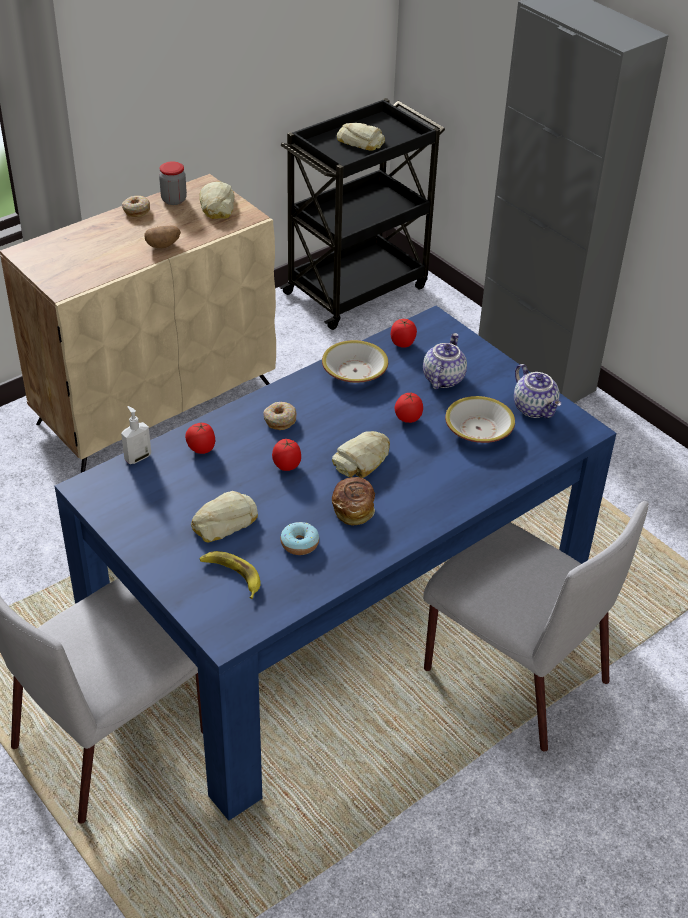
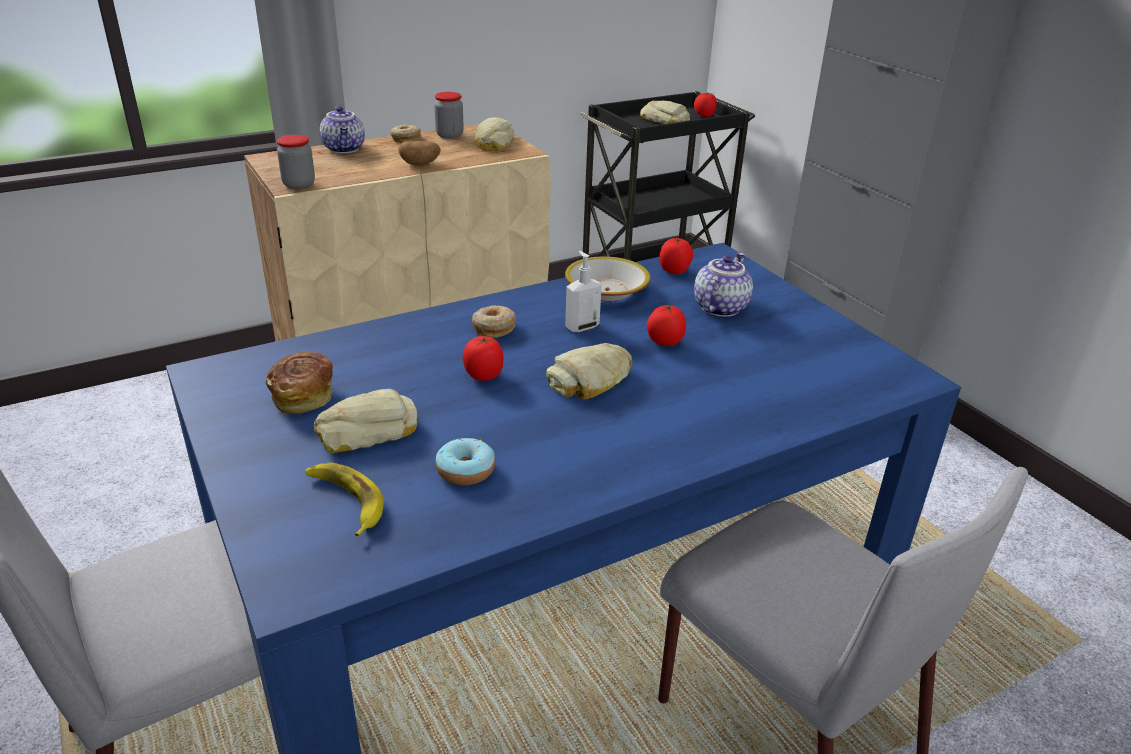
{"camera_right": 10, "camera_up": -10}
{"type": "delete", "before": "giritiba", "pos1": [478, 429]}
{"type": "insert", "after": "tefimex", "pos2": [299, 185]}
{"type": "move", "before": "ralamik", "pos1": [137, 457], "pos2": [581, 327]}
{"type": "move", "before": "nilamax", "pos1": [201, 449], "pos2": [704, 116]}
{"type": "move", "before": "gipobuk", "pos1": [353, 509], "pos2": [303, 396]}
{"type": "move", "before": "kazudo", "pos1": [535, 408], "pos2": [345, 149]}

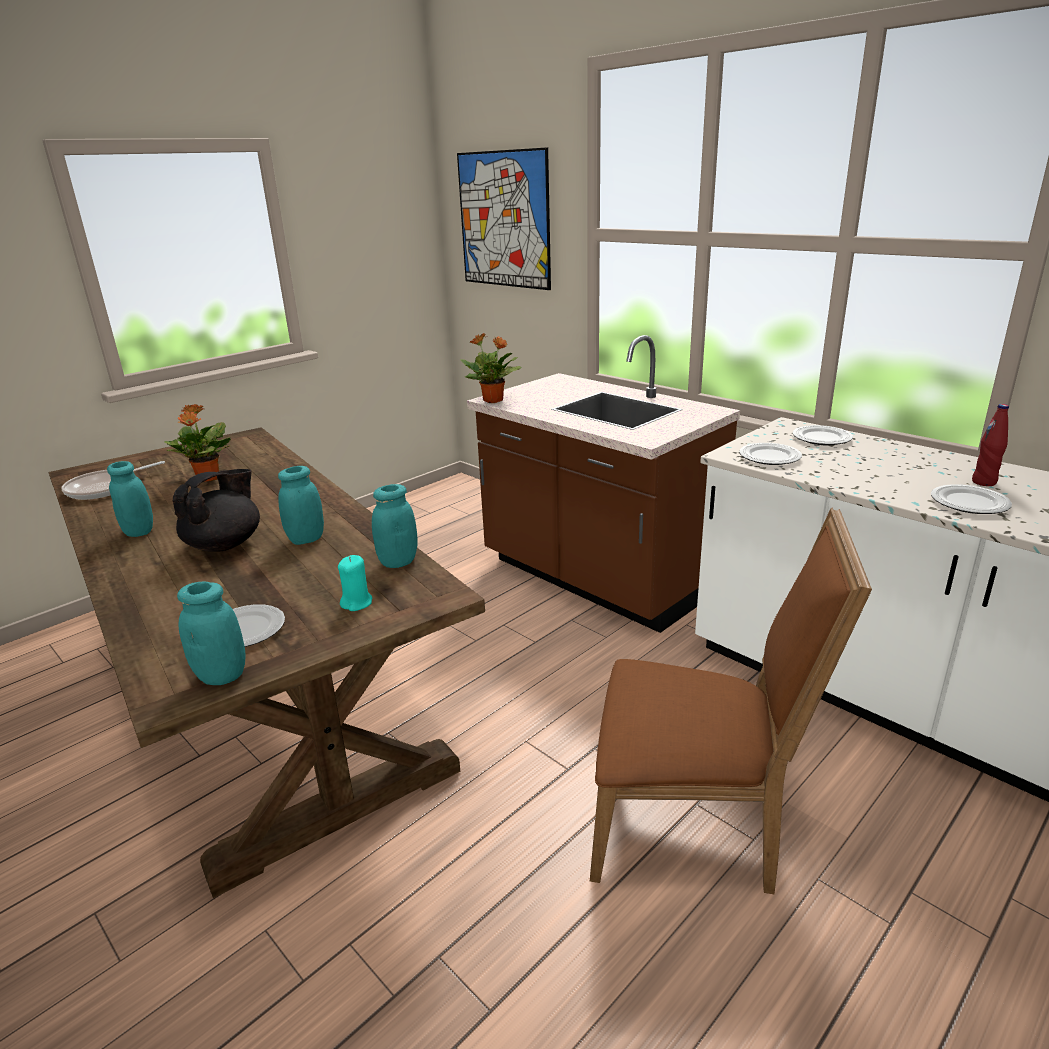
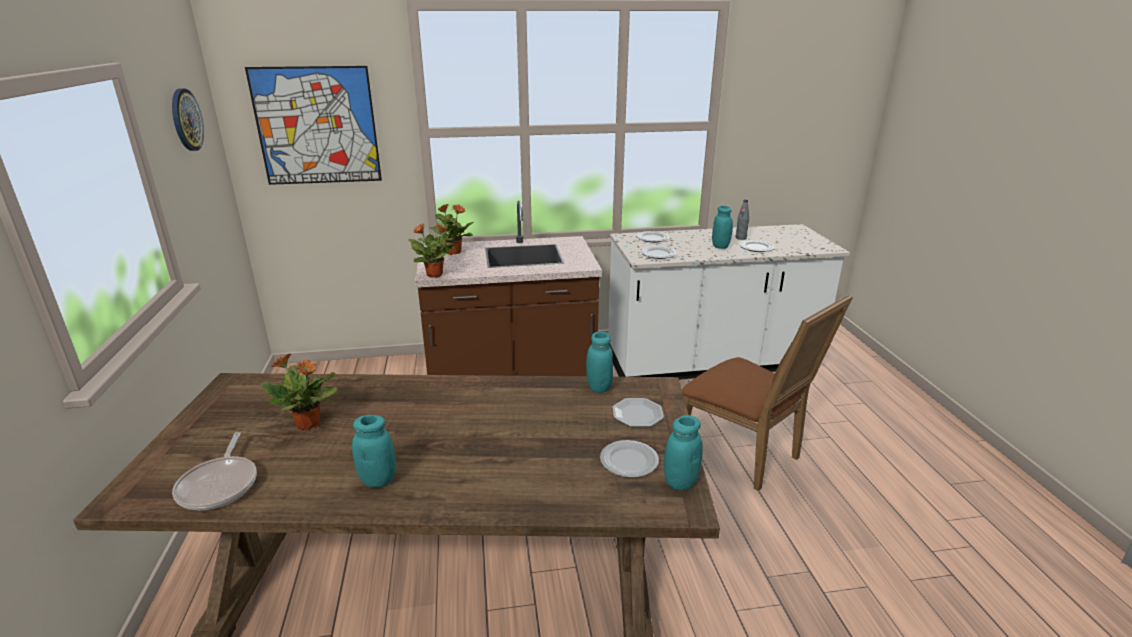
{"camera_right": -55, "camera_up": 0}
{"type": "delete", "before": "black_kazudo", "pos1": [225, 544]}
{"type": "insert", "after": "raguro", "pos2": [186, 120]}
{"type": "insert", "after": "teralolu", "pos2": [453, 252]}
{"type": "move", "before": "turquoise_tefimex", "pos1": [306, 539], "pos2": [720, 246]}
{"type": "replace", "before": "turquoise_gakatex", "after": "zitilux", "pos1": [357, 603], "pos2": [638, 414]}
{"type": "recolor", "before": "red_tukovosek", "after": "grey_tukovosek", "pos1": [984, 482], "pos2": [740, 238]}
{"type": "rotate", "before": "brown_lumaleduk", "pos1": [695, 826], "pos2": [744, 455], "turn": 90}

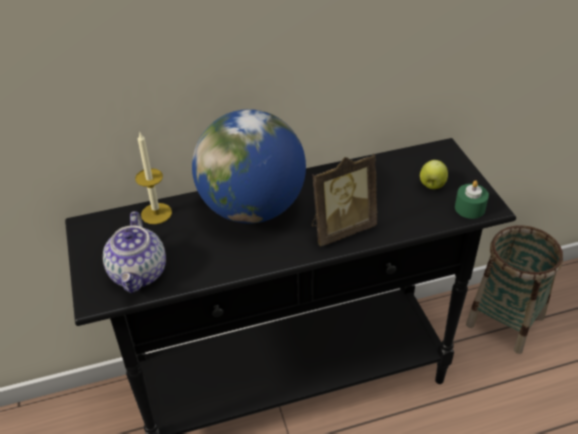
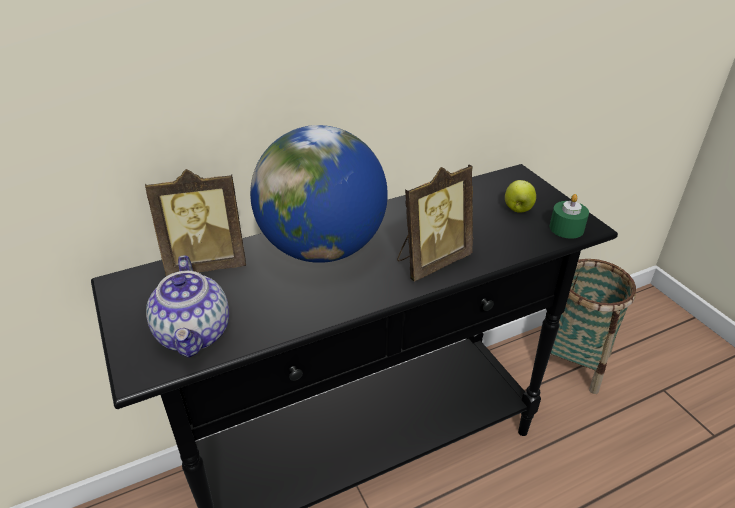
{"camera_right": -10, "camera_up": -5}
{"type": "replace", "before": "gakatex", "after": "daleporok", "pos1": [156, 213], "pos2": [207, 263]}

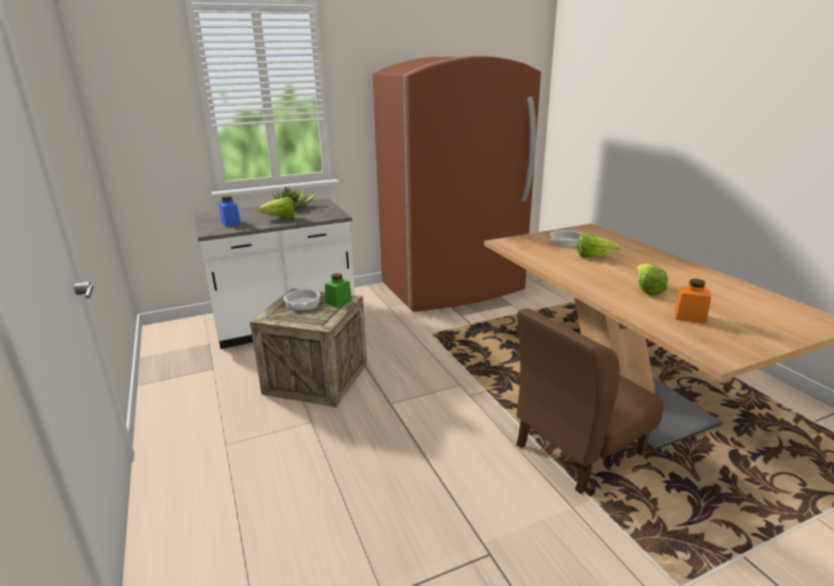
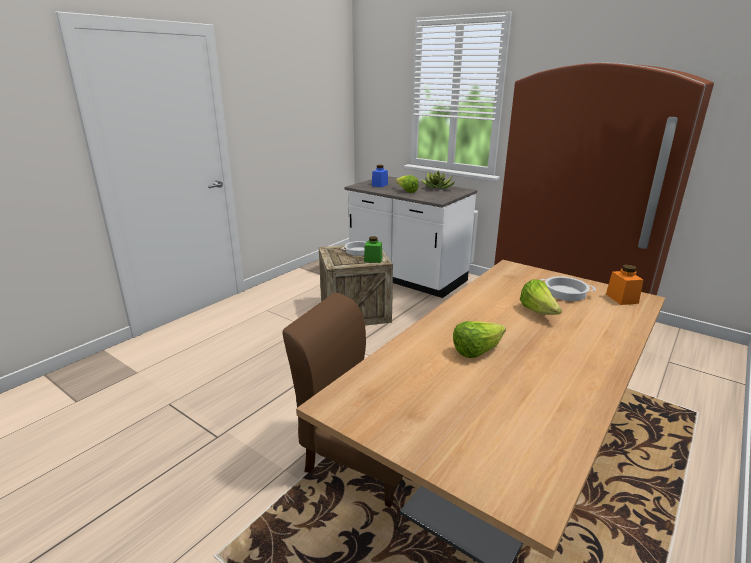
{"camera_right": 60, "camera_up": 0}
{"type": "move", "before": "orange_tefimex", "pos1": [689, 317], "pos2": [621, 298]}

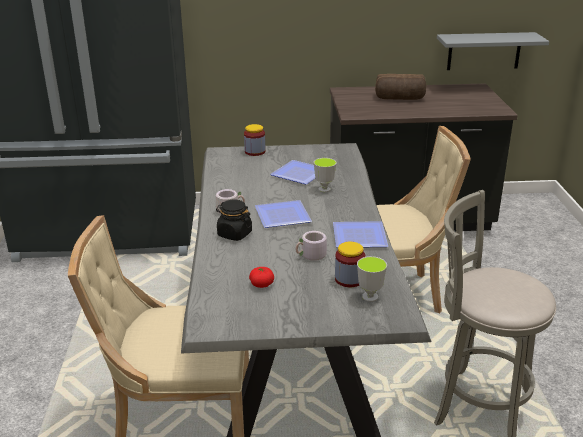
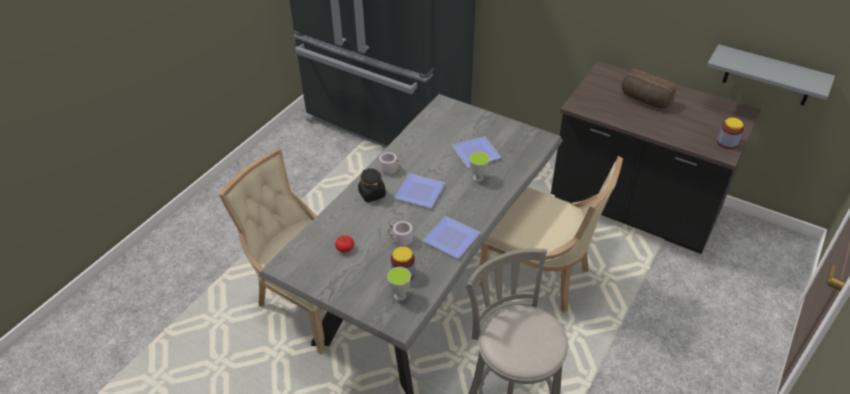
{"camera_right": 35, "camera_up": 15}
{"type": "move", "before": "tefimex", "pos1": [255, 152], "pos2": [727, 143]}

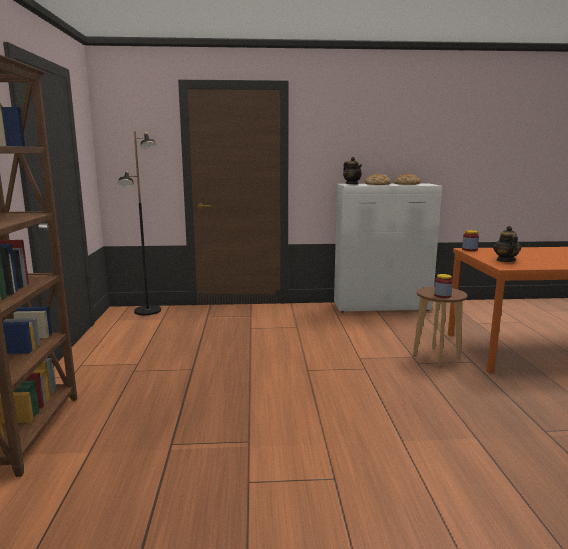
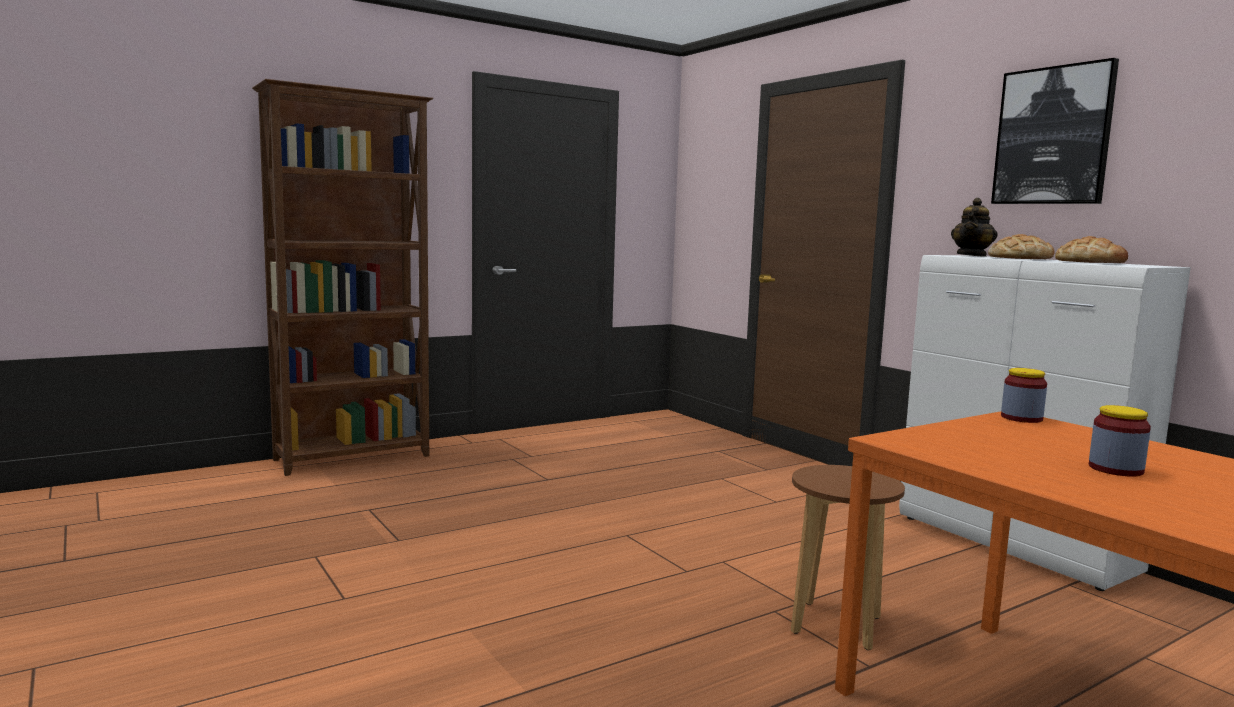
{"camera_right": 60, "camera_up": -5}
{"type": "delete", "before": "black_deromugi", "pos1": [148, 311]}
{"type": "delete", "before": "kazudo", "pos1": [505, 260]}
{"type": "insert", "after": "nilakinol", "pos2": [1053, 136]}
{"type": "move", "before": "tefimex", "pos1": [442, 295], "pos2": [1115, 469]}

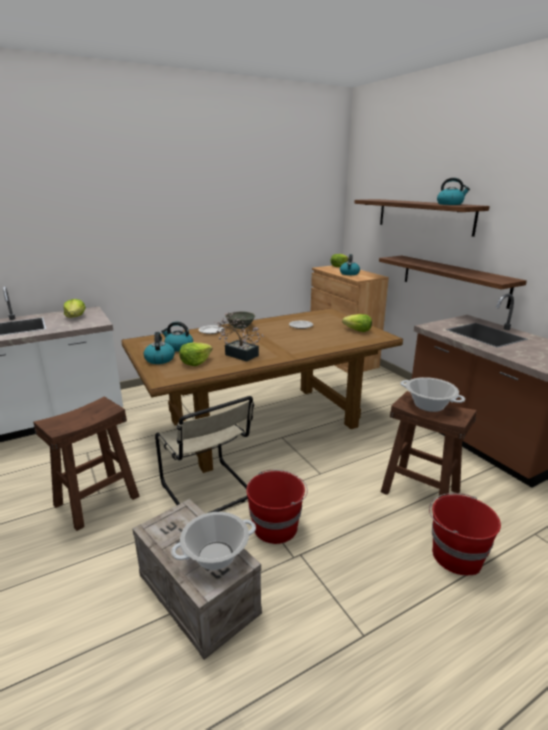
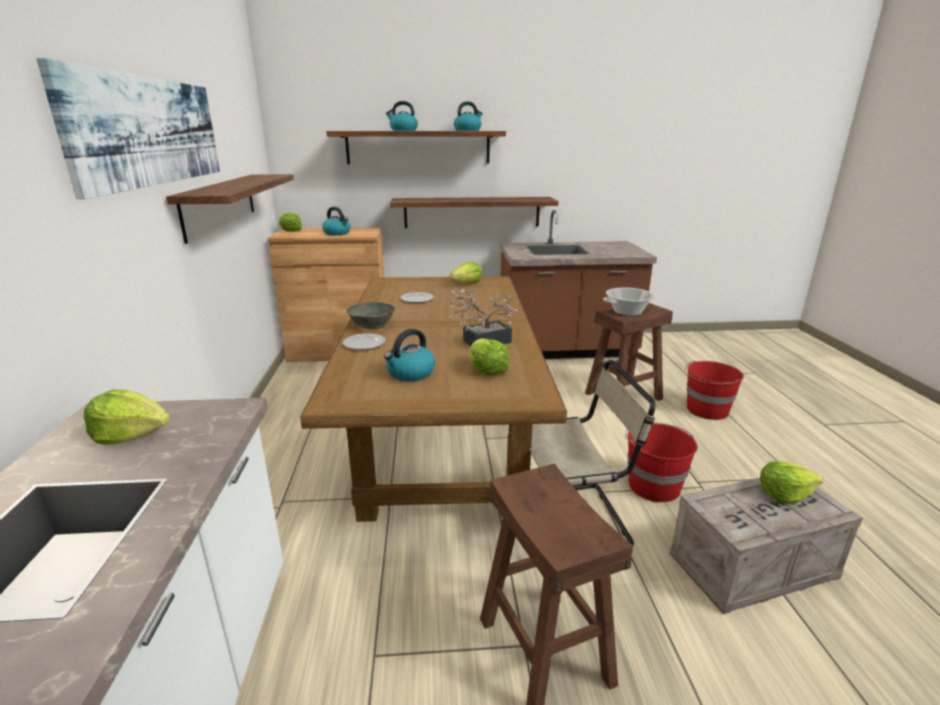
{"camera_right": -65, "camera_up": 0}
{"type": "insert", "after": "nilakinol", "pos2": [151, 131]}
{"type": "insert", "after": "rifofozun", "pos2": [220, 204]}
{"type": "move", "before": "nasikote", "pos1": [159, 359], "pos2": [403, 130]}
{"type": "replace", "before": "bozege", "after": "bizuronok", "pos1": [215, 555], "pos2": [784, 494]}

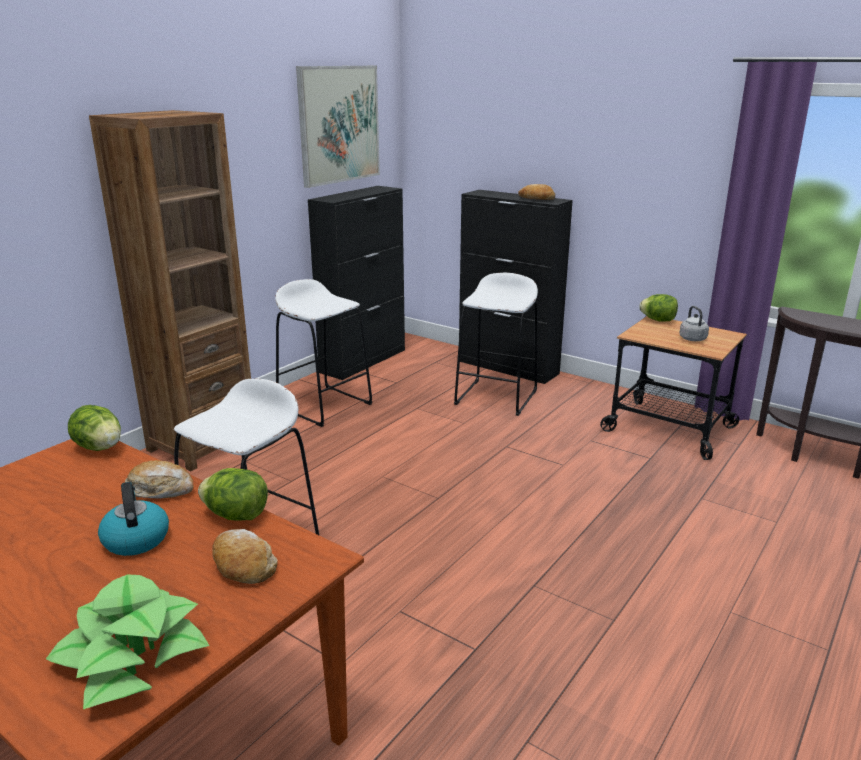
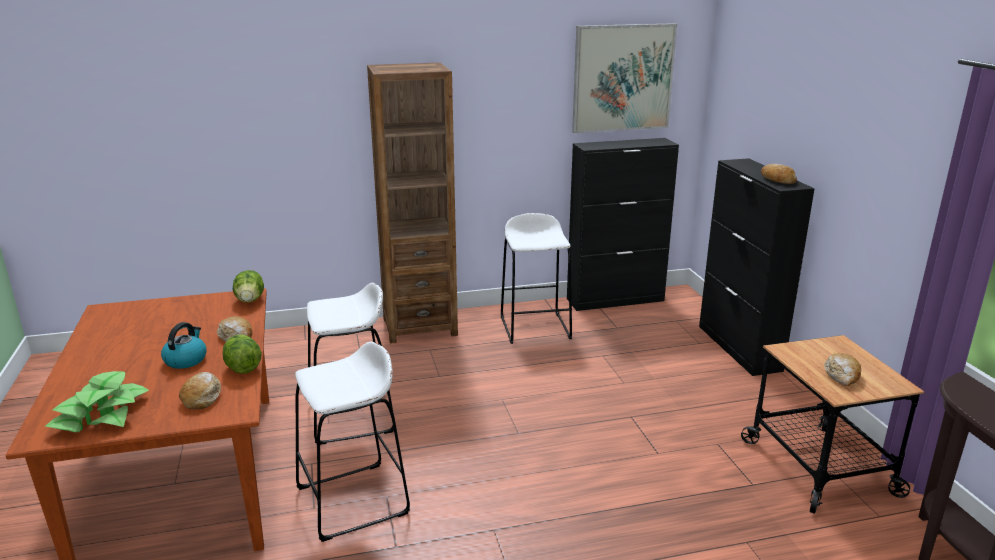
{"camera_right": 40, "camera_up": 0}
{"type": "delete", "before": "bizuronok", "pos1": [658, 320]}
{"type": "move", "before": "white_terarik", "pos1": [496, 397], "pos2": [353, 501]}
{"type": "replace", "before": "grey_nasikote", "after": "gipobuk", "pos1": [693, 339], "pos2": [842, 375]}

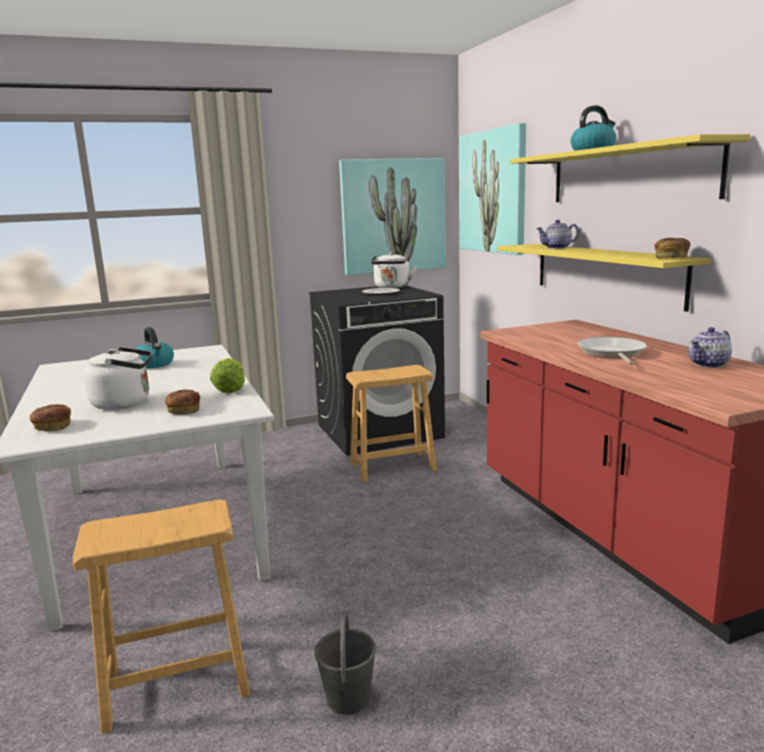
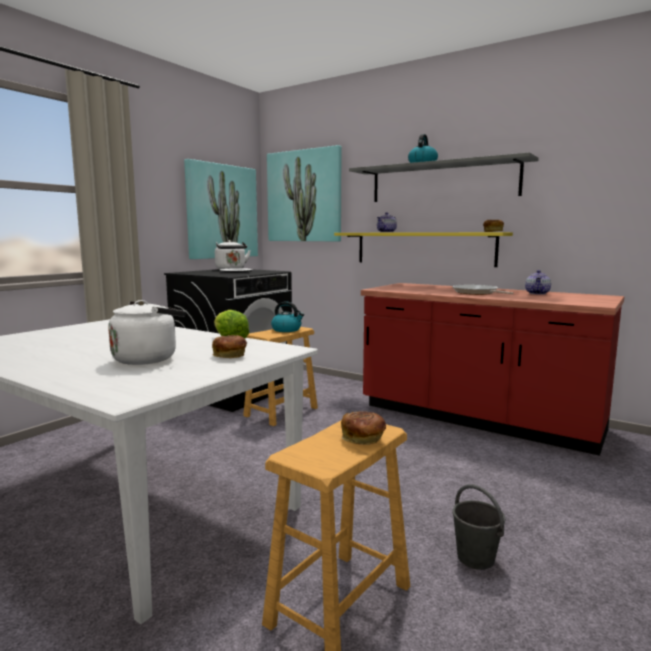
{"camera_right": -35, "camera_up": -5}
{"type": "move", "before": "gipobuk", "pos1": [52, 427], "pos2": [363, 439]}
{"type": "move", "before": "nasikote", "pos1": [154, 364], "pos2": [287, 330]}
{"type": "recolor", "before": "yellow_rifofozun", "after": "grey_rifofozun", "pos1": [628, 175], "pos2": [442, 182]}

